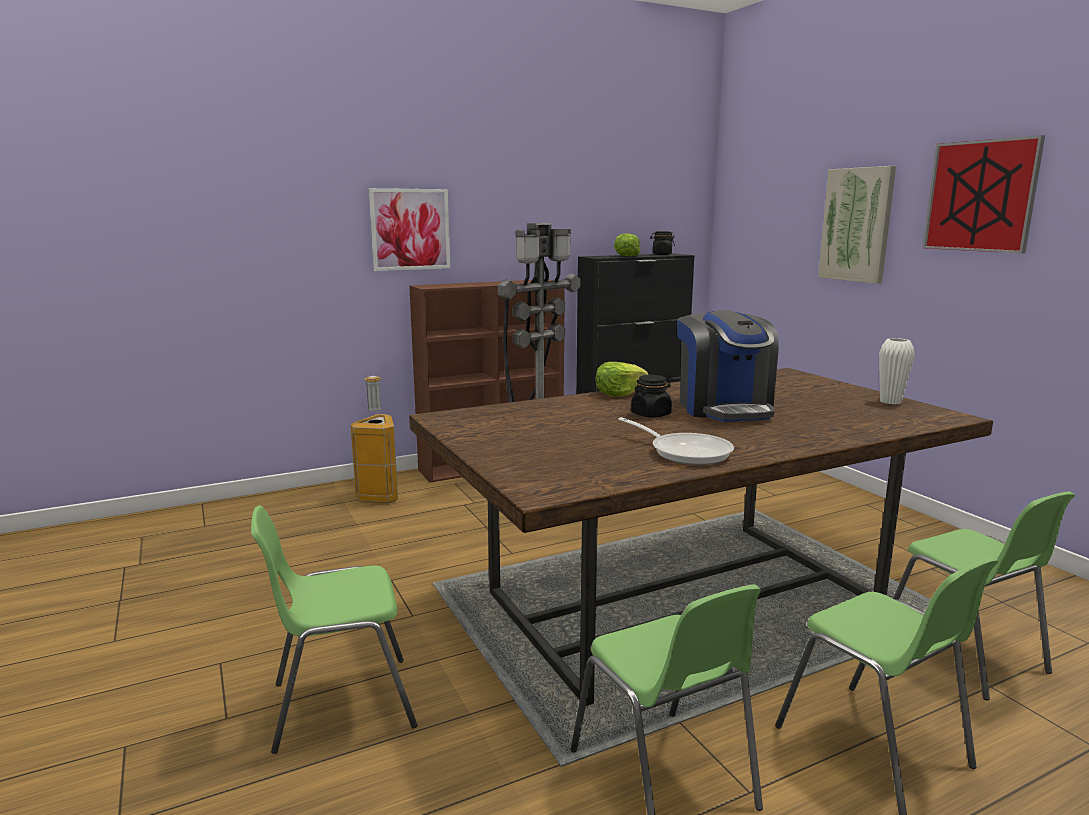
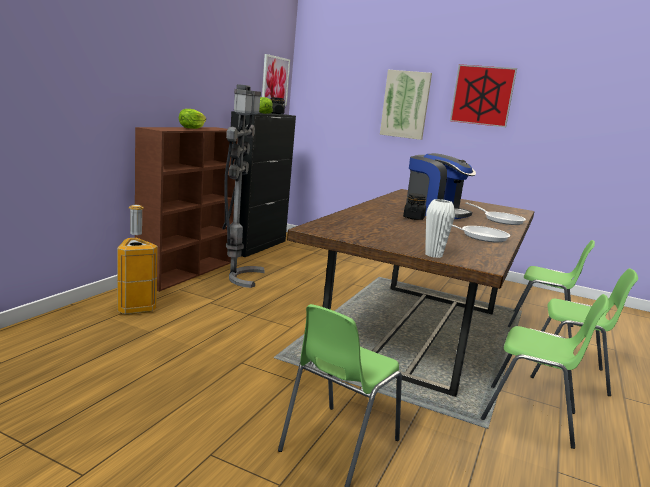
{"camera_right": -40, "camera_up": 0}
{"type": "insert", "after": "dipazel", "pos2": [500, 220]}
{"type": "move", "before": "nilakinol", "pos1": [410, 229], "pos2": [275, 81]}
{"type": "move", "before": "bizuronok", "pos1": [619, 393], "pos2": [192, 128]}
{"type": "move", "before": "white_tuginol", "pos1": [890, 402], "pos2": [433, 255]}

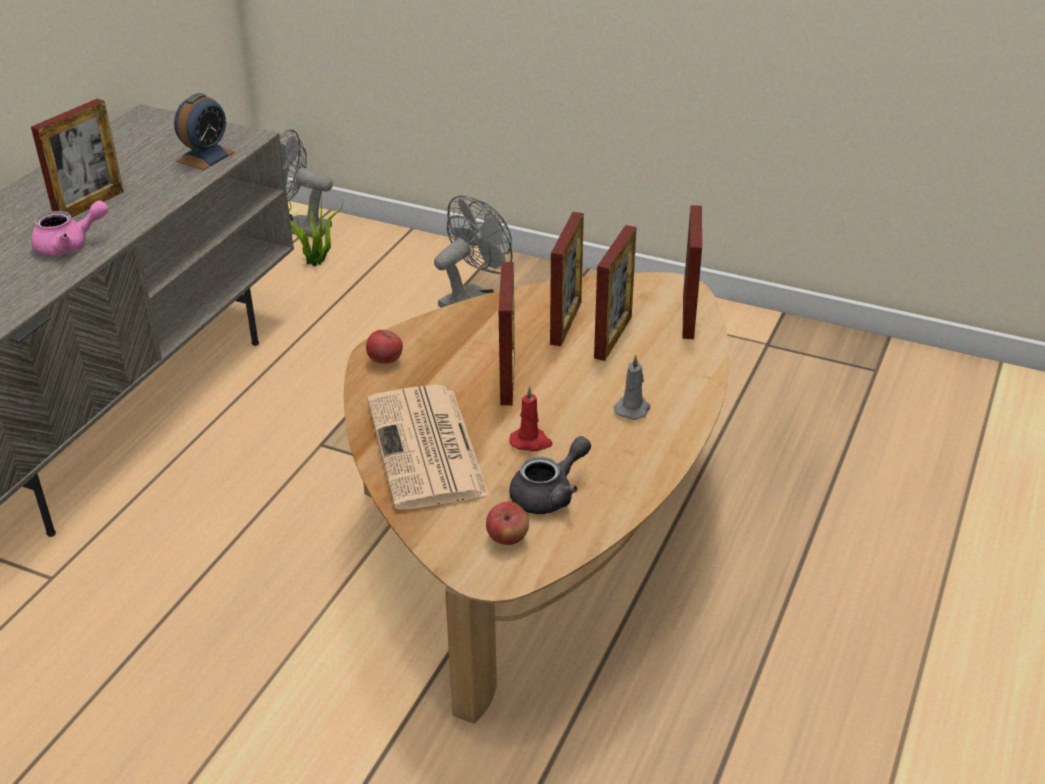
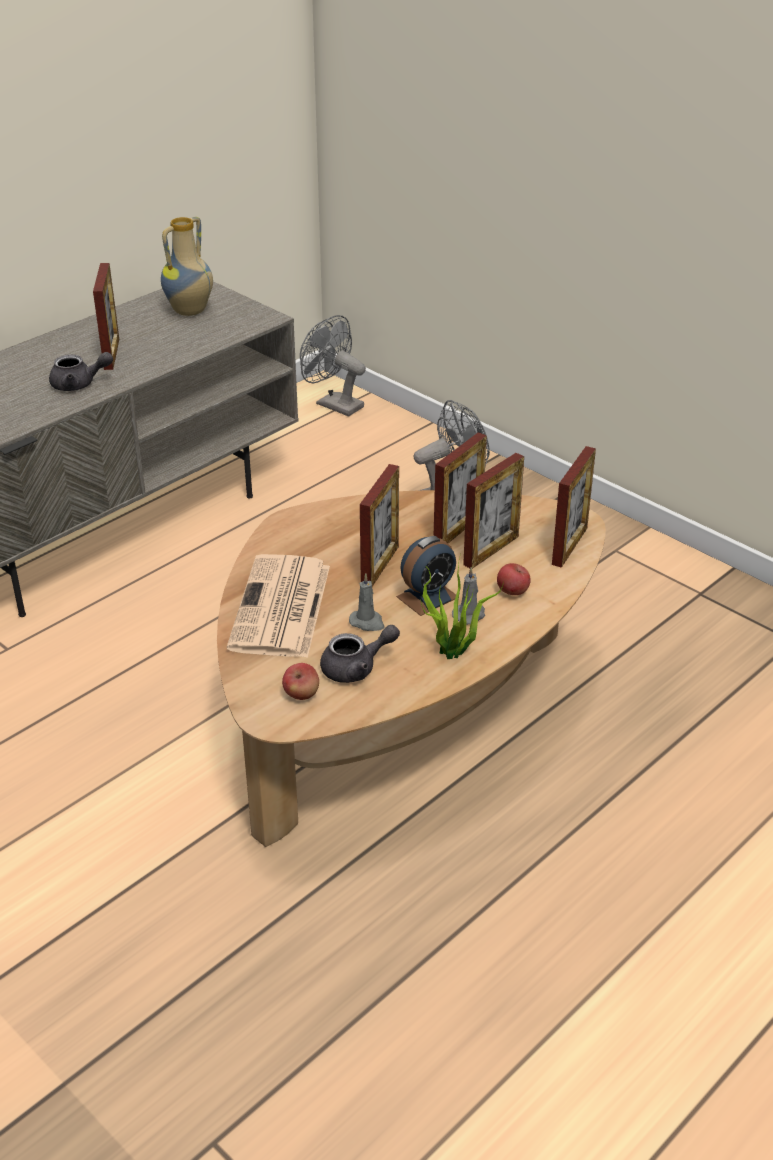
{"camera_right": 20, "camera_up": 0}
{"type": "insert", "after": "tuginol", "pos2": [190, 311]}
{"type": "move", "before": "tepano", "pos1": [205, 157], "pos2": [427, 597]}
{"type": "move", "before": "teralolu", "pos1": [317, 262], "pos2": [453, 654]}
{"type": "move", "before": "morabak", "pos1": [385, 361], "pos2": [512, 592]}
{"type": "recolor", "before": "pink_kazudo", "after": "grey_kazudo", "pos1": [69, 245], "pos2": [79, 384]}
{"type": "recolor", "before": "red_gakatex", "after": "grey_gakatex", "pos1": [531, 442], "pos2": [367, 622]}
{"type": "rotate", "before": "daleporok", "pos1": [89, 205], "pos2": [111, 354], "turn": -60}

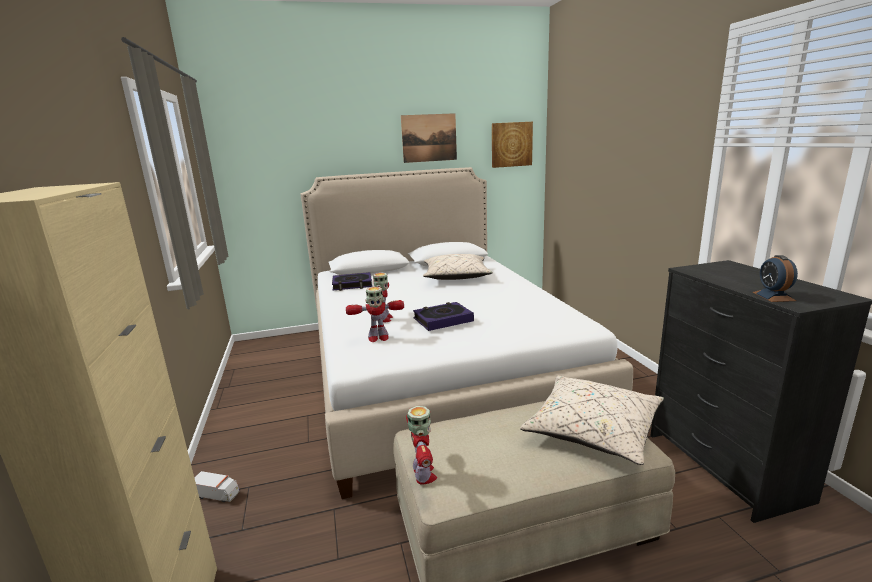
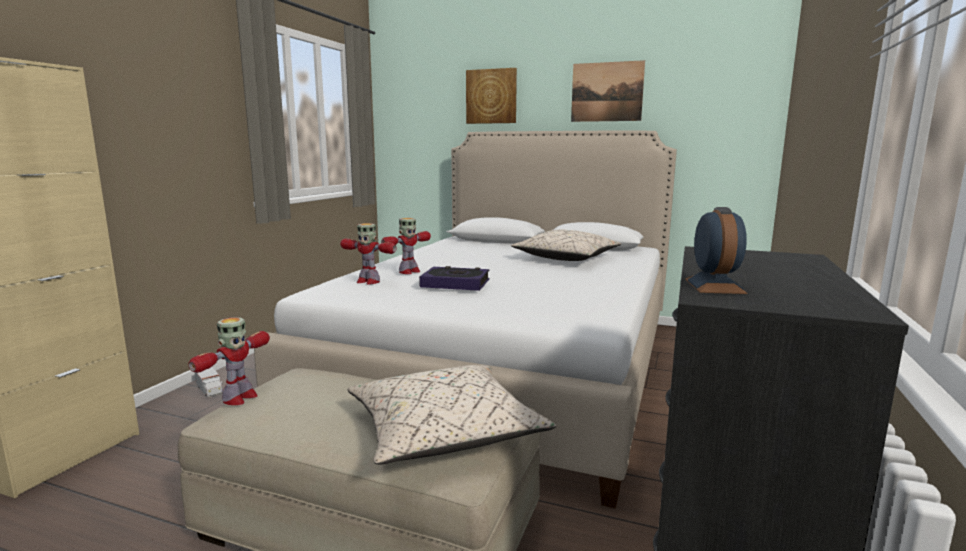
{"camera_right": 35, "camera_up": -5}
{"type": "delete", "before": "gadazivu", "pos1": [352, 285]}
{"type": "move", "before": "nilakinol", "pos1": [511, 144], "pos2": [491, 96]}
{"type": "rotate", "before": "tepano", "pos1": [773, 296], "pos2": [714, 286], "turn": 150}

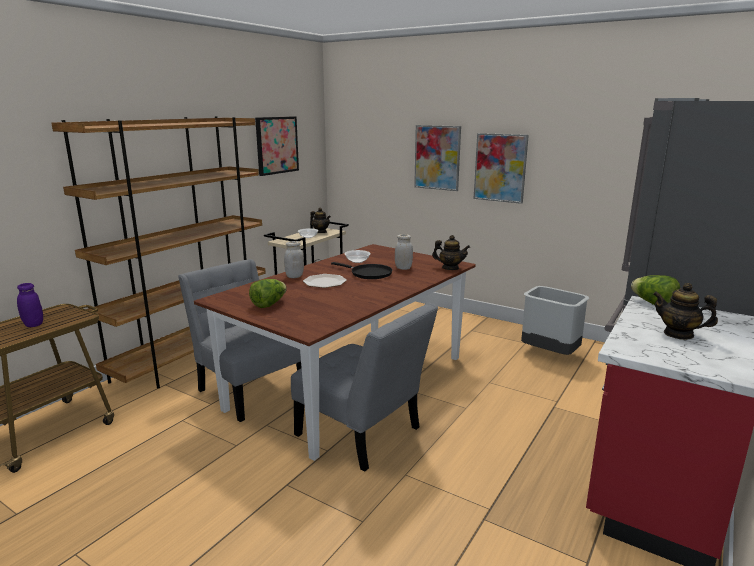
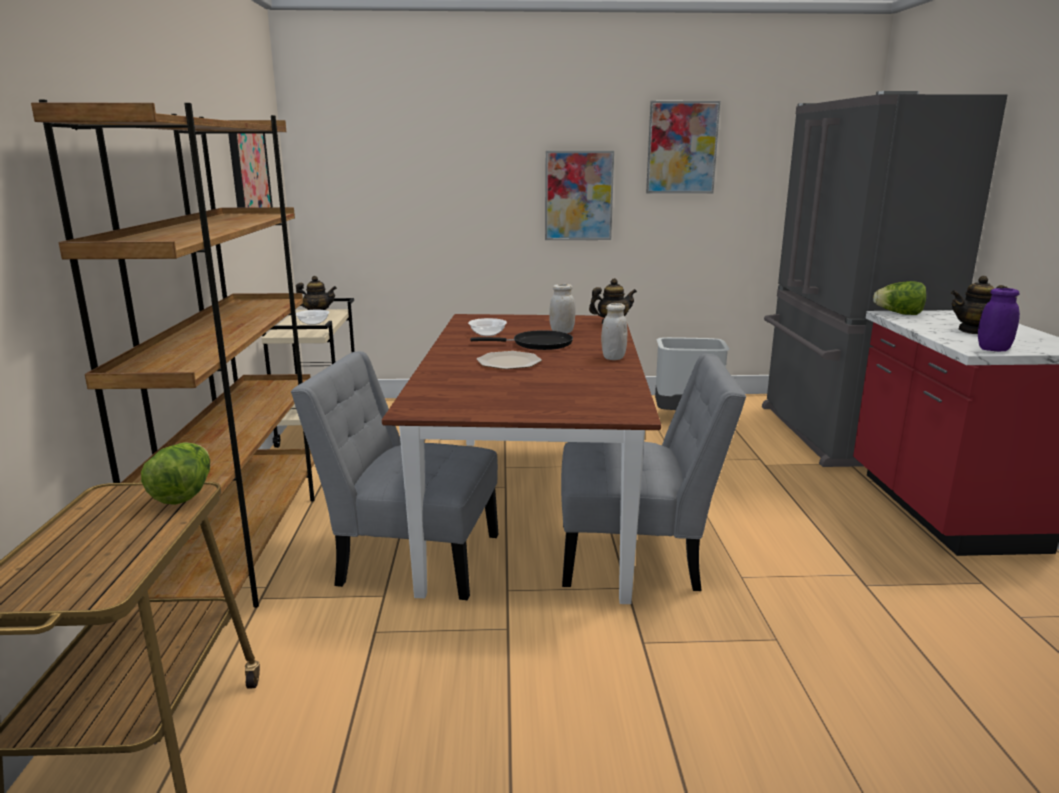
{"camera_right": -35, "camera_up": 0}
{"type": "move", "before": "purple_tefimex", "pos1": [33, 324], "pos2": [993, 349]}
{"type": "move", "before": "bizuronok", "pos1": [269, 304], "pos2": [184, 494]}
{"type": "move", "before": "white_tefimex", "pos1": [294, 276], "pos2": [613, 358]}
{"type": "move", "before": "nilakinol", "pos1": [437, 157], "pos2": [682, 148]}

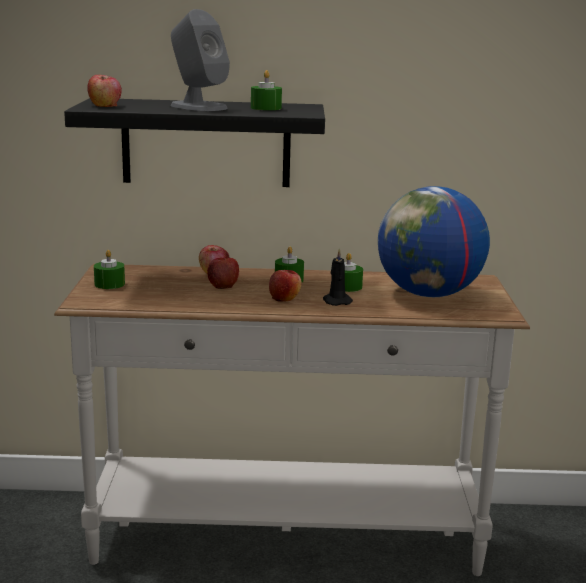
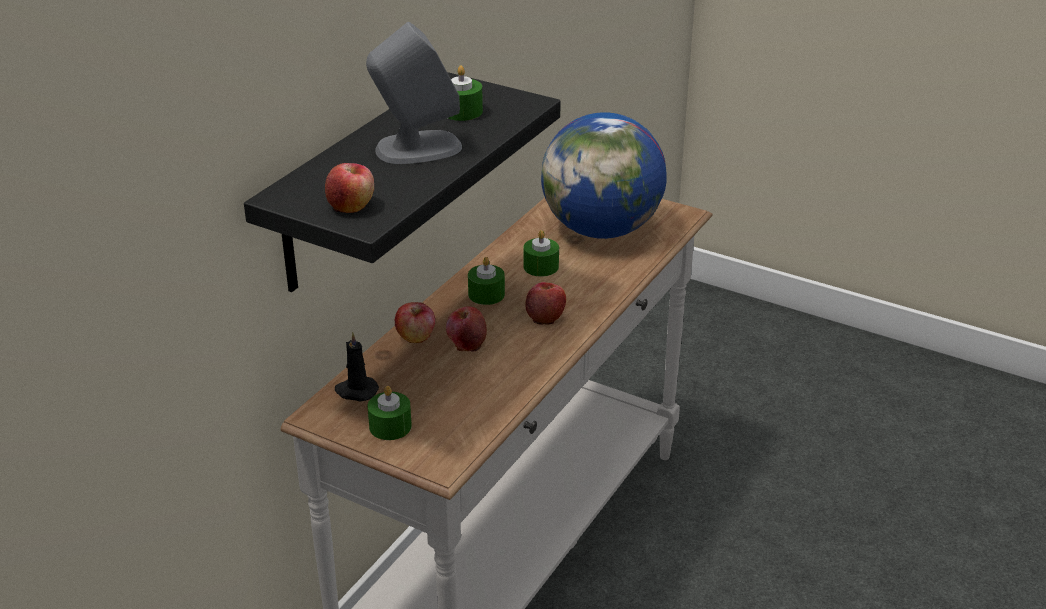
{"camera_right": -60, "camera_up": 15}
{"type": "move", "before": "black_gakatex", "pos1": [336, 301], "pos2": [356, 391]}

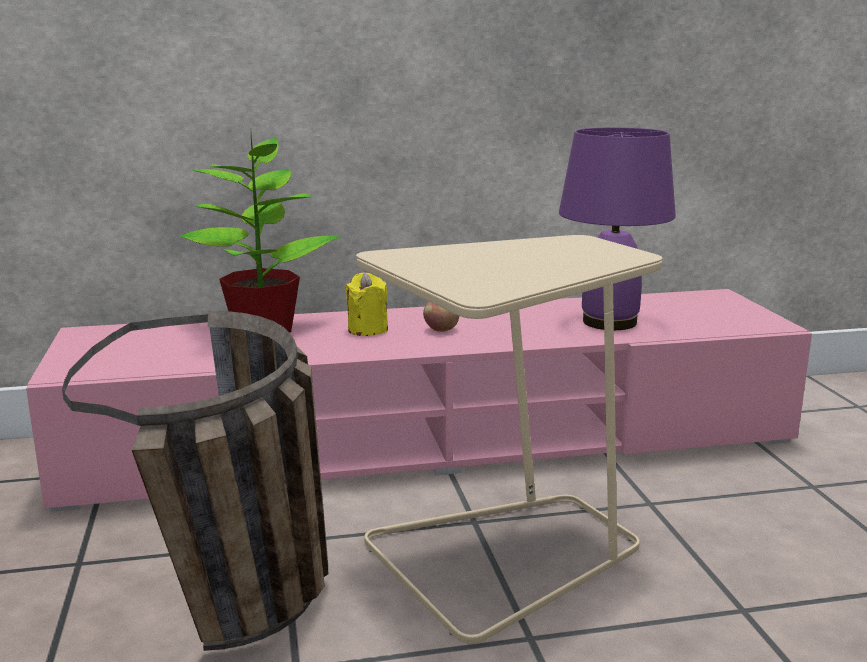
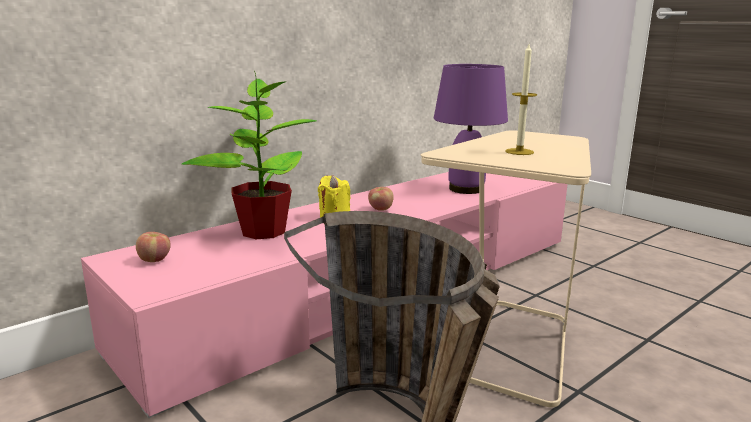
{"camera_right": -30, "camera_up": 0}
{"type": "insert", "after": "morabak", "pos2": [154, 260]}
{"type": "insert", "after": "gakatex", "pos2": [519, 152]}

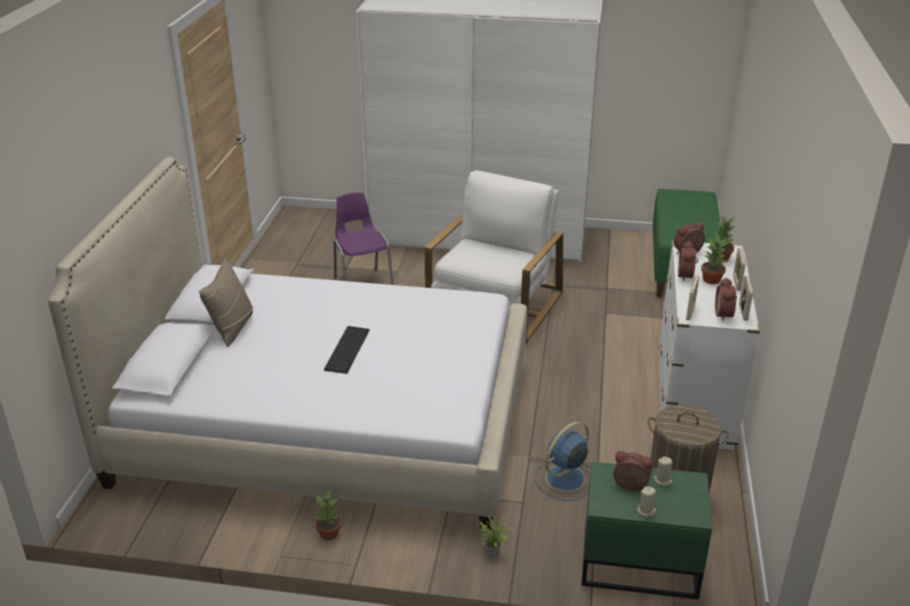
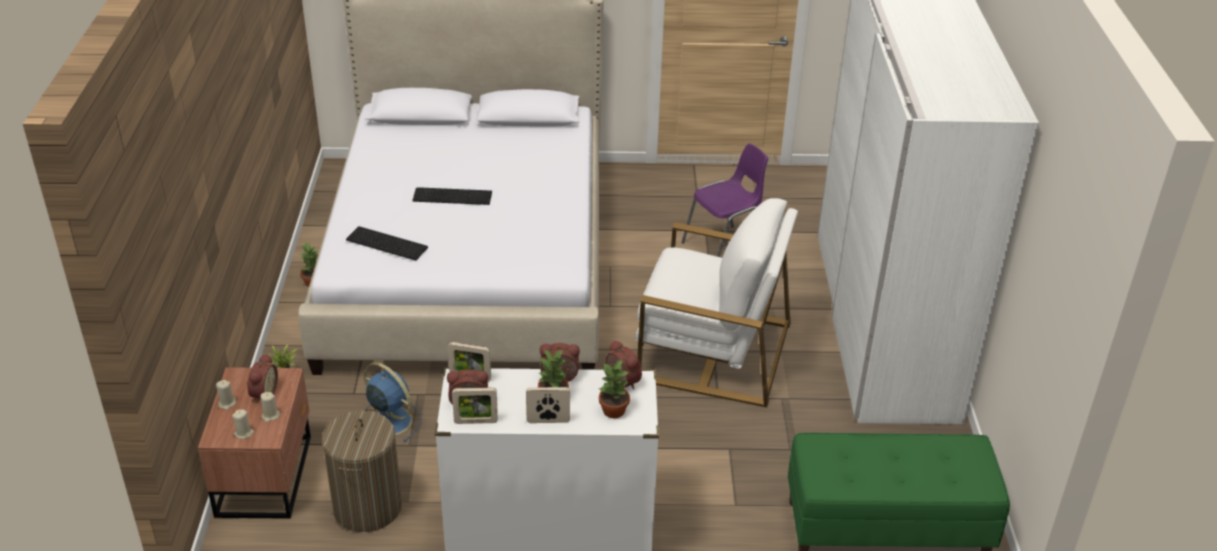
{"camera_right": 80, "camera_up": 5}
{"type": "delete", "before": "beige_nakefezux", "pos1": [232, 328]}
{"type": "insert", "after": "beige_gakatex", "pos2": [244, 433]}
{"type": "insert", "after": "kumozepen", "pos2": [388, 243]}
{"type": "recolor", "before": "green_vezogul", "after": "brown_vezogul", "pos1": [637, 562], "pos2": [267, 475]}

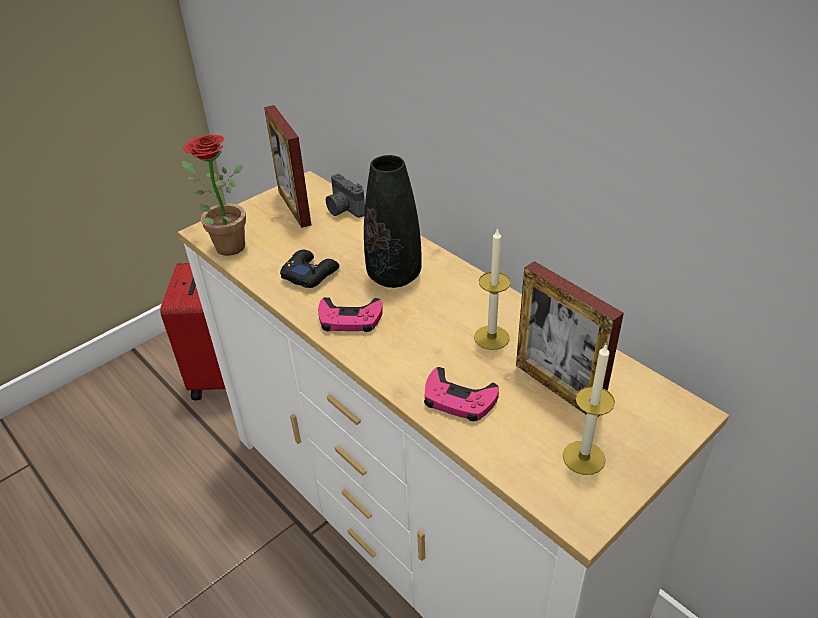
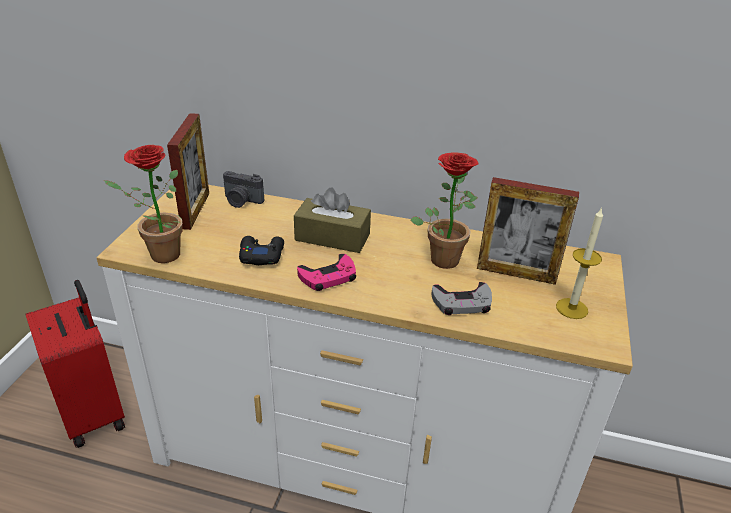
{"camera_right": -35, "camera_up": -5}
{"type": "replace", "before": "black_tuginol", "after": "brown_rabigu", "pos1": [394, 276], "pos2": [332, 237]}
{"type": "replace", "before": "gakatex", "after": "teralolu", "pos1": [491, 337], "pos2": [443, 256]}
{"type": "recolor", "before": "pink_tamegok", "after": "grey_tamegok", "pos1": [458, 400], "pos2": [462, 303]}
{"type": "rotate", "before": "daleporok", "pos1": [294, 208], "pos2": [195, 210], "turn": -120}

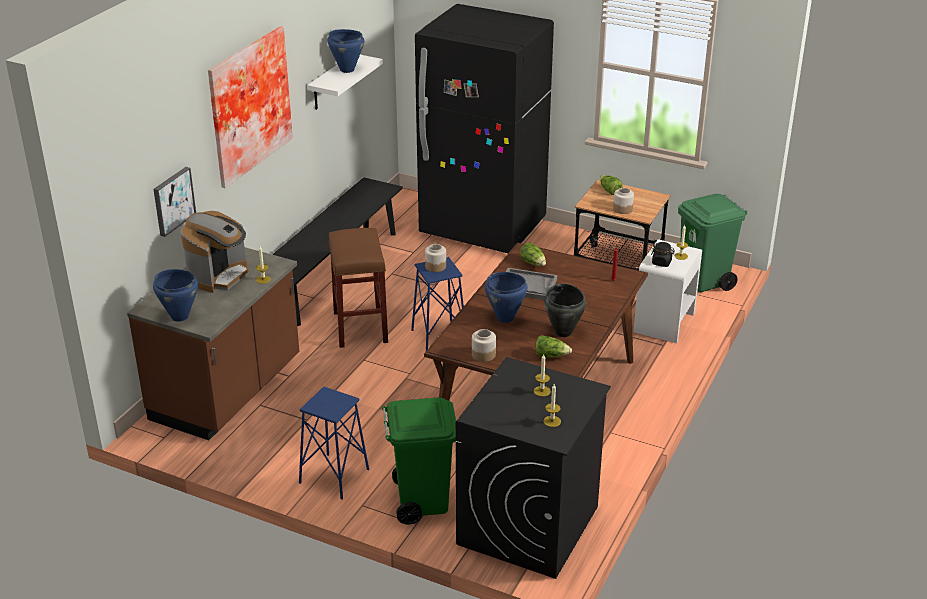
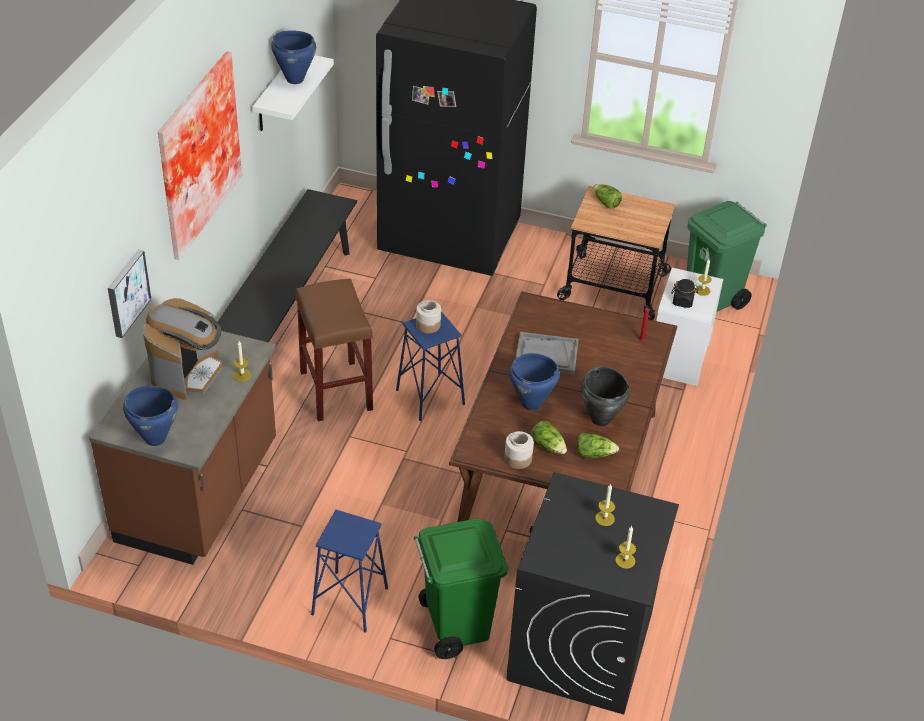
{"camera_right": -10, "camera_up": 10}
{"type": "delete", "before": "tefimex", "pos1": [622, 209]}
{"type": "move", "before": "bizuronok", "pos1": [533, 263], "pos2": [548, 446]}

